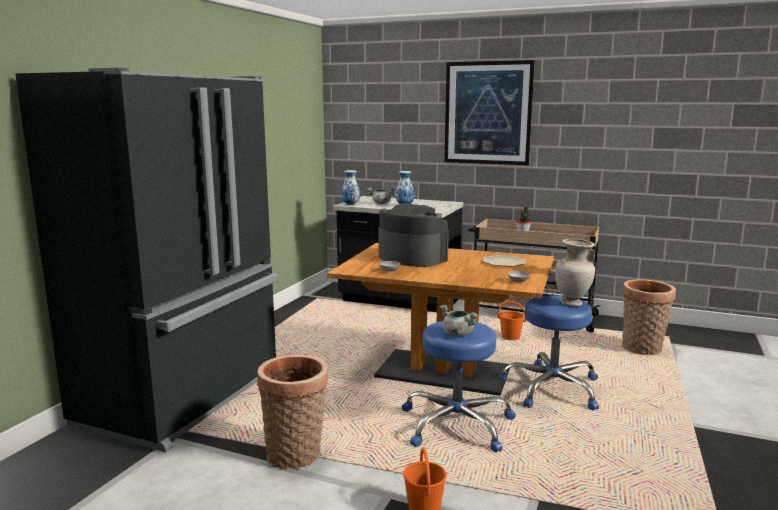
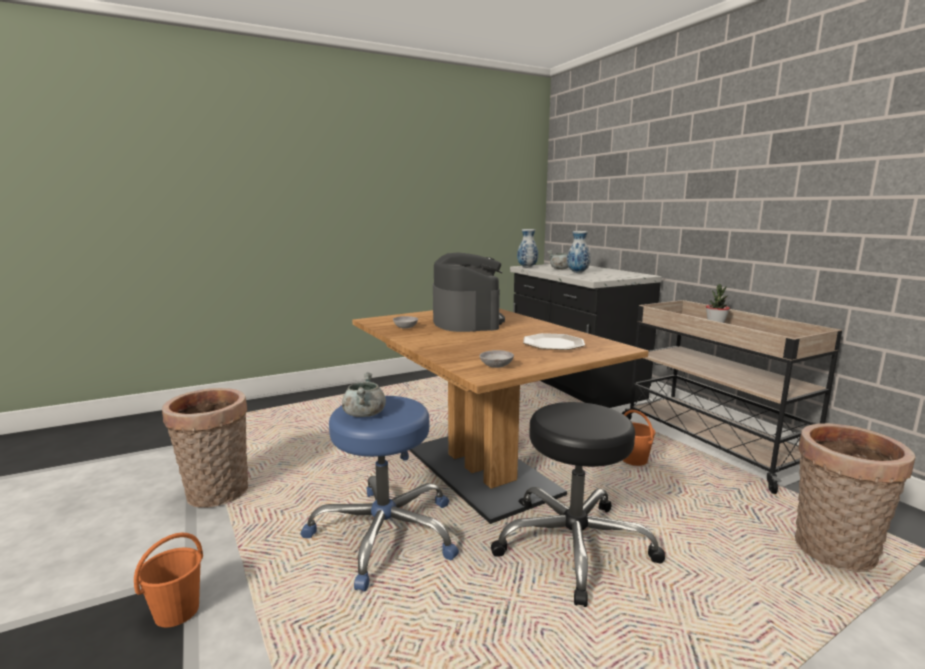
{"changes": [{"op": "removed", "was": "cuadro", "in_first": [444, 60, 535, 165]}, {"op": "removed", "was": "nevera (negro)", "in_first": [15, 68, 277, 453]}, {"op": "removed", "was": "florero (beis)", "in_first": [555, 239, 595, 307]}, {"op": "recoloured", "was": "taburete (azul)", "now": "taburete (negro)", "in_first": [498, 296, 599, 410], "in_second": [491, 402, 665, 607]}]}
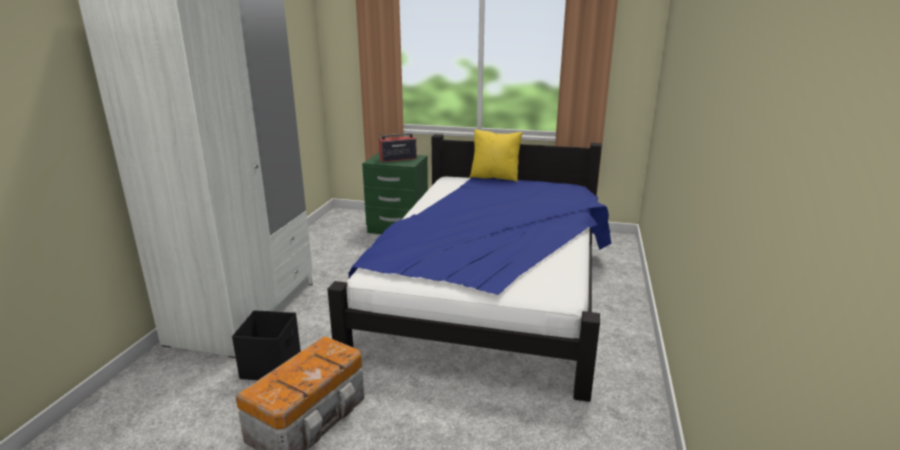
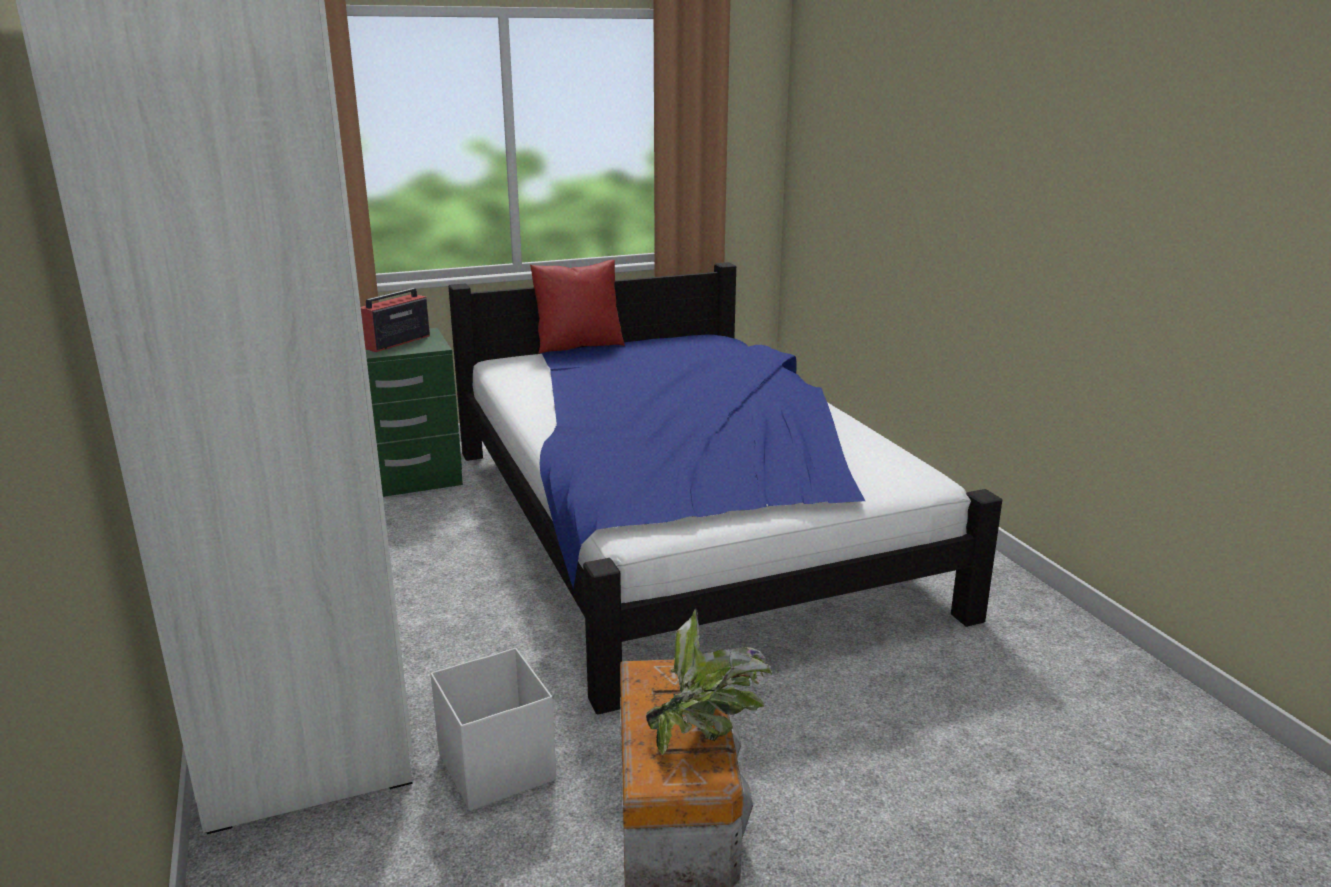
{"changes": [{"op": "recoloured", "was": "cojín (amarillo)", "now": "cojín (rojo)", "in_first": [469, 129, 522, 182], "in_second": [530, 260, 625, 354]}, {"op": "recoloured", "was": "caja de almacenaje (negro)", "now": "caja de almacenaje (blanco)", "in_first": [232, 310, 301, 380], "in_second": [430, 648, 557, 811]}, {"op": "added", "now": "planta en maceta", "in_second": [646, 608, 772, 756]}]}
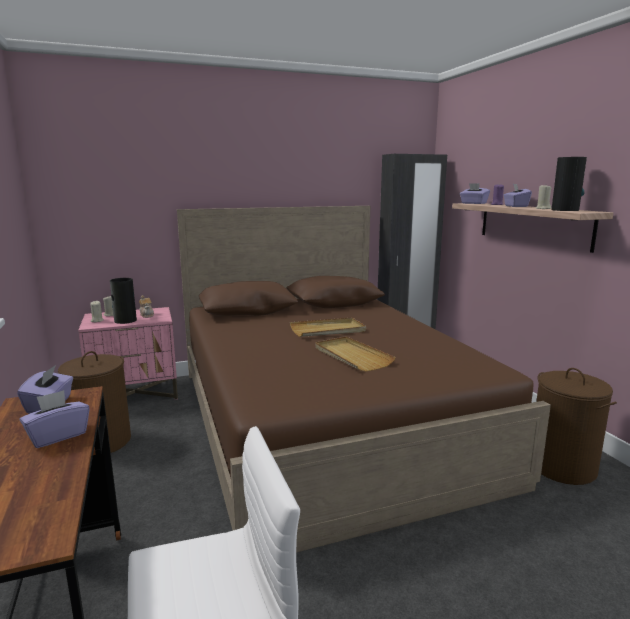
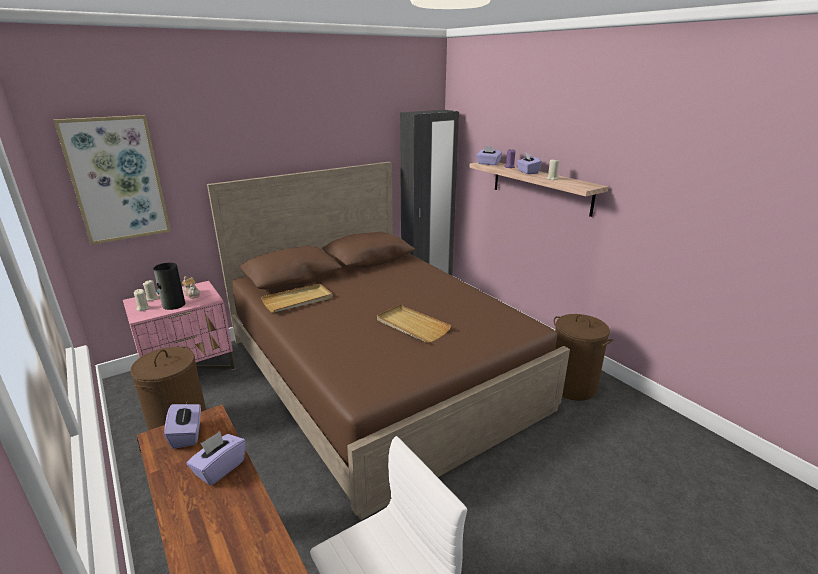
{"changes": [{"op": "removed", "was": "florero", "in_first": [551, 157, 587, 211]}, {"op": "moved", "was": "bandeja (beis)", "in_first": [290, 318, 366, 337], "in_second": [261, 283, 333, 312]}, {"op": "added", "now": "cuadro", "in_second": [54, 115, 171, 245]}]}
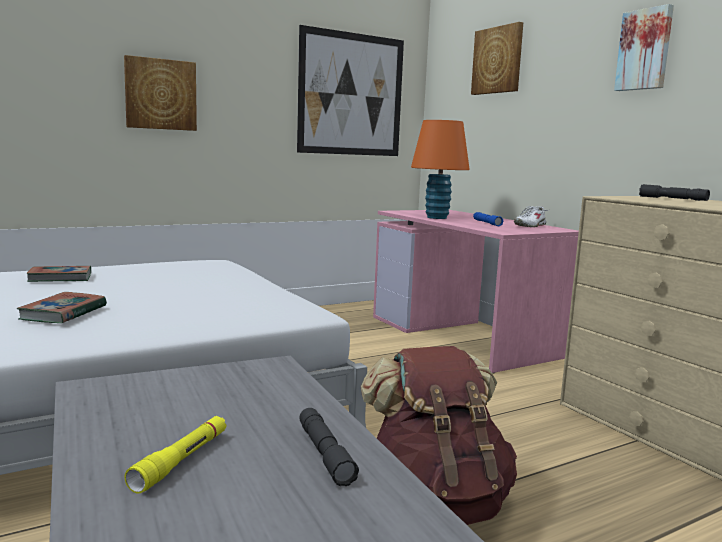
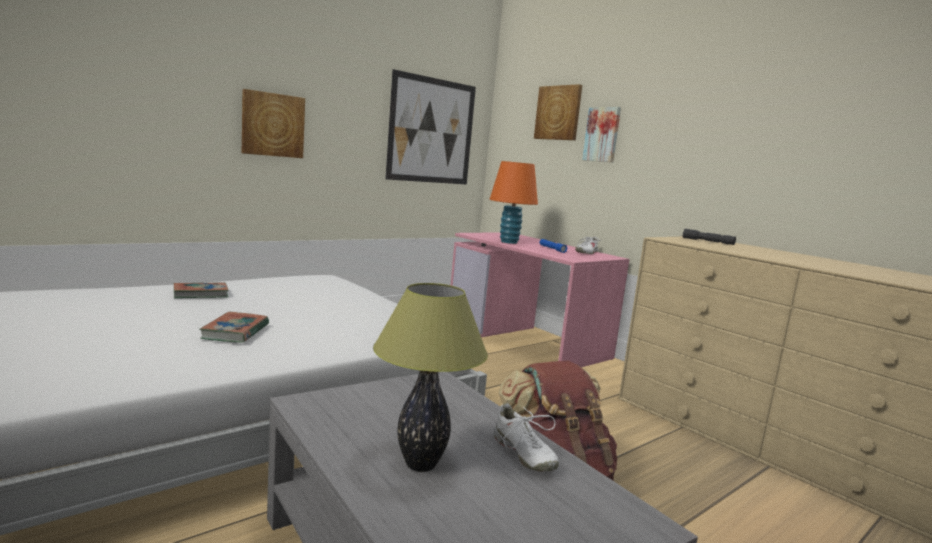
{"changes": [{"op": "moved", "was": "cuadro", "in_first": [614, 4, 674, 91], "in_second": [582, 107, 621, 162]}, {"op": "replaced", "was": "linterna (gris)", "now": "zapato (blanco)", "in_first": [299, 408, 359, 486], "in_second": [489, 403, 559, 472]}, {"op": "replaced", "was": "linterna (amarillo)", "now": "lámpara de mesa", "in_first": [125, 416, 226, 493], "in_second": [373, 283, 488, 472]}]}
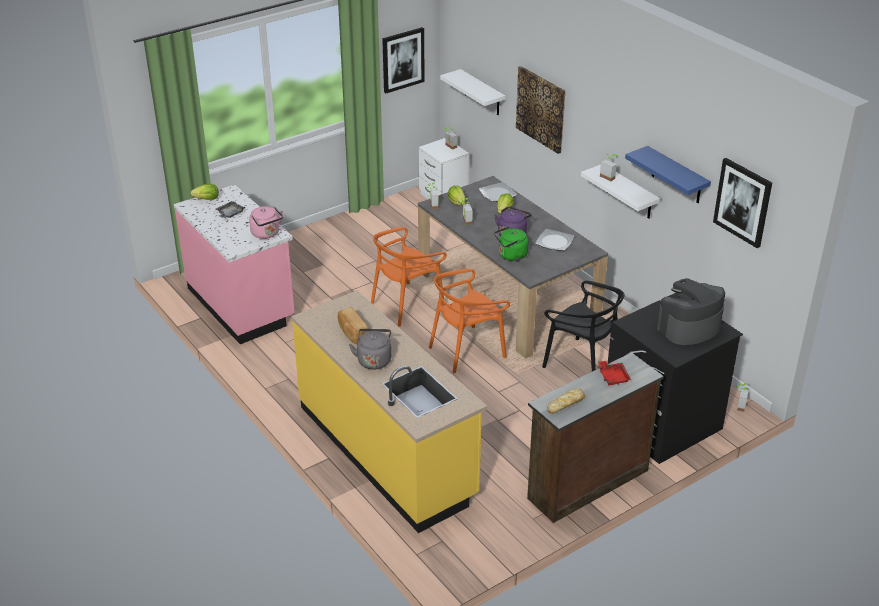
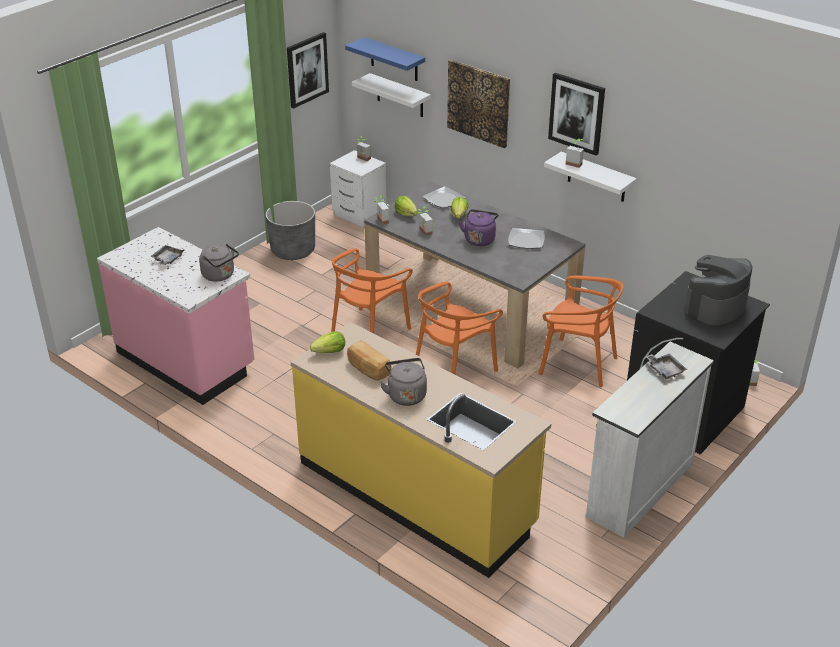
{"changes": [{"op": "moved", "was": "estante (azul)", "in_first": [625, 146, 711, 203], "in_second": [345, 37, 425, 81]}, {"op": "moved", "was": "cuadro", "in_first": [713, 158, 772, 248], "in_second": [548, 73, 605, 156]}, {"op": "moved", "was": "lechuga", "in_first": [190, 184, 219, 200], "in_second": [310, 331, 345, 353]}, {"op": "recoloured", "was": "hervidor (rosa)", "now": "hervidor (gris)", "in_first": [249, 206, 283, 239], "in_second": [199, 244, 239, 282]}, {"op": "removed", "was": "hervidor (verde)", "in_first": [494, 226, 528, 261]}, {"op": "recoloured", "was": "silla (negro)", "now": "silla (naranja)", "in_first": [542, 281, 624, 371], "in_second": [539, 276, 623, 387]}, {"op": "recoloured", "was": "cómoda (marrón)", "now": "cómoda (blanco)", "in_first": [527, 353, 664, 523], "in_second": [586, 342, 714, 538]}, {"op": "recoloured", "was": "bandeja (rojo)", "now": "bandeja (gris)", "in_first": [598, 361, 631, 385], "in_second": [645, 353, 687, 379]}, {"op": "removed", "was": "pan", "in_first": [547, 388, 585, 414]}, {"op": "added", "now": "maceta (gris)", "in_second": [266, 201, 315, 260]}]}
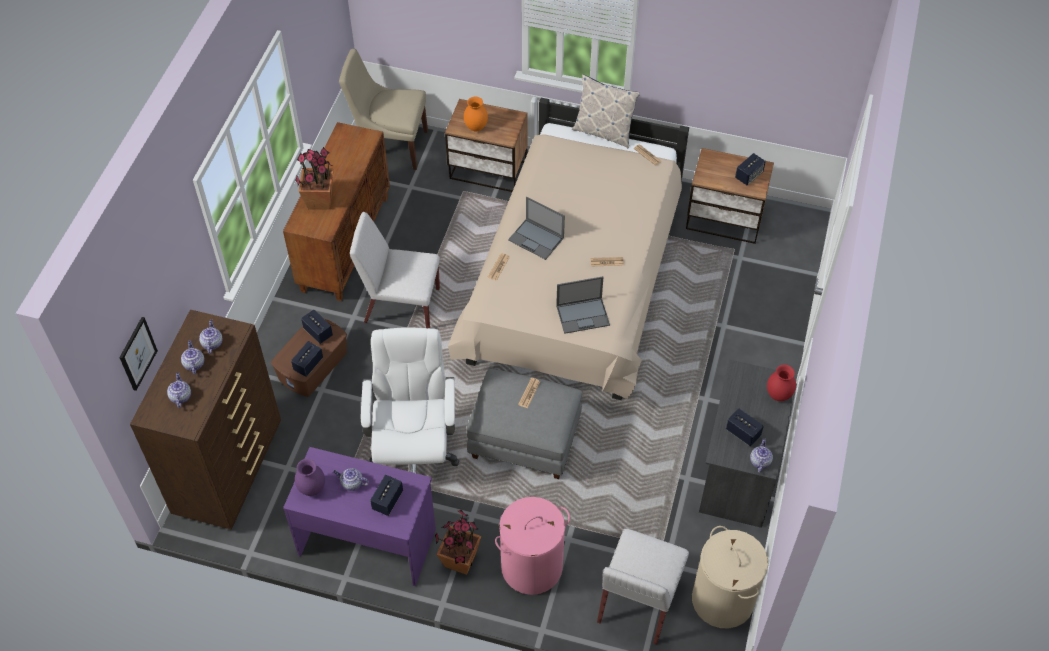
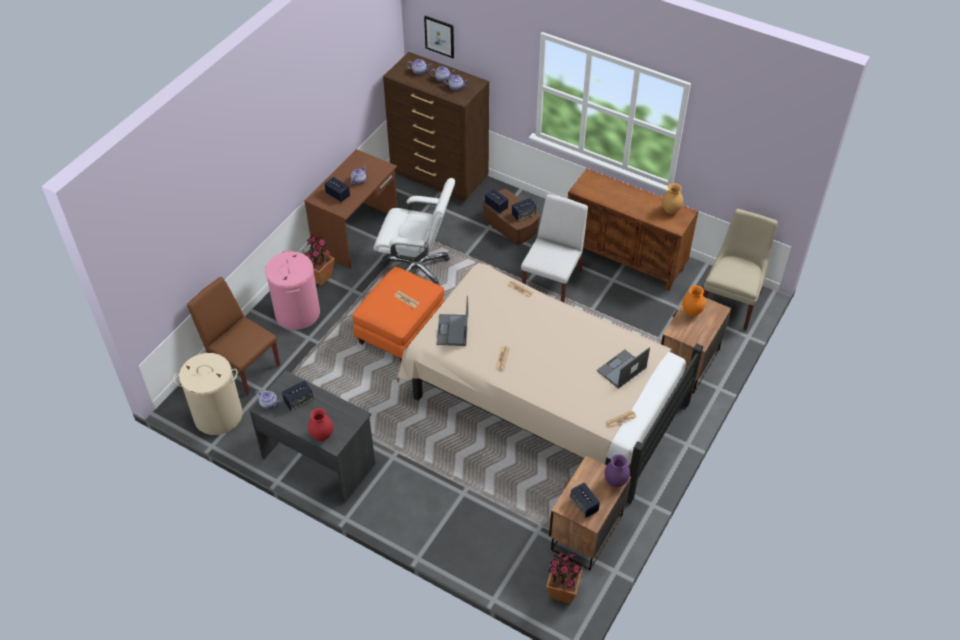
{"changes": [{"op": "removed", "was": "cojín", "in_first": [572, 74, 640, 148]}, {"op": "moved", "was": "planta en maceta", "in_first": [295, 147, 333, 210], "in_second": [546, 552, 586, 604]}, {"op": "moved", "was": "portátil", "in_first": [508, 197, 565, 260], "in_second": [597, 347, 650, 389]}, {"op": "recoloured", "was": "puf (gris)", "now": "puf (naranja)", "in_first": [467, 369, 582, 479], "in_second": [352, 266, 445, 361]}, {"op": "recoloured", "was": "escritorio (morado)", "now": "escritorio (marrón)", "in_first": [283, 447, 436, 586], "in_second": [304, 149, 398, 269]}, {"op": "moved", "was": "florero (morado)", "in_first": [295, 459, 325, 496], "in_second": [604, 454, 630, 487]}, {"op": "recoloured", "was": "silla (blanco)", "now": "silla (marrón)", "in_first": [597, 529, 689, 645], "in_second": [187, 277, 280, 395]}, {"op": "added", "now": "florero (marrón)", "in_second": [662, 183, 683, 214]}]}
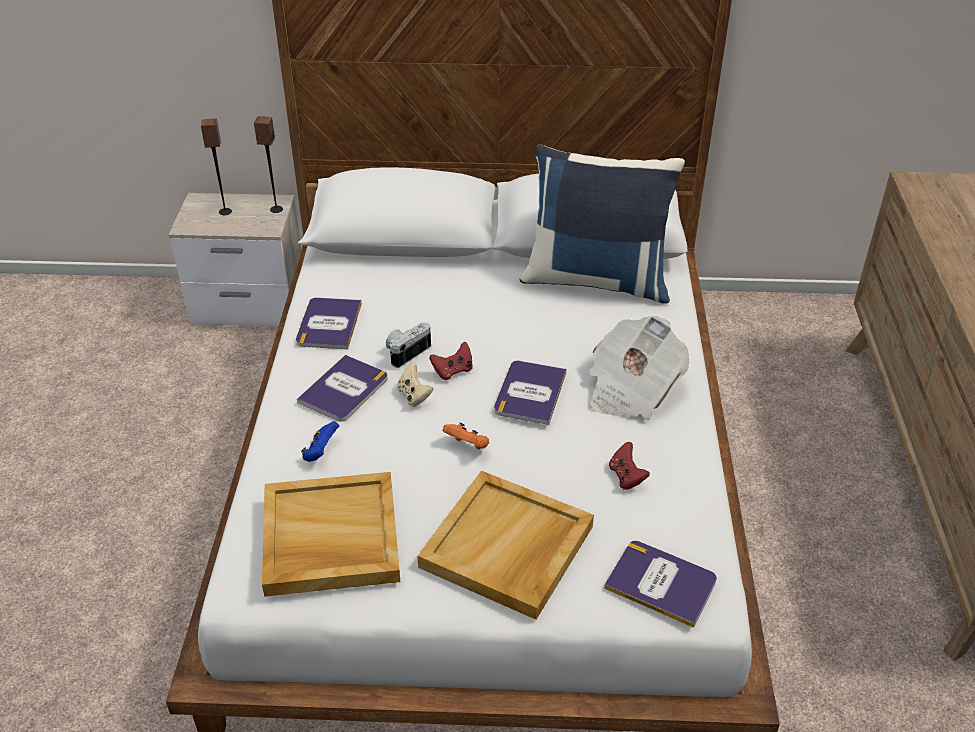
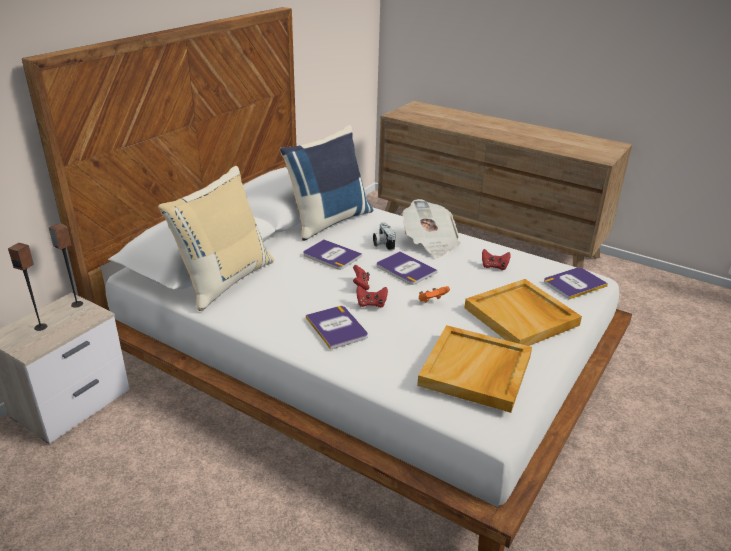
{"changes": [{"op": "moved", "was": "libro", "in_first": [296, 297, 362, 350], "in_second": [303, 239, 362, 270]}, {"op": "moved", "was": "cámara", "in_first": [386, 322, 431, 368], "in_second": [373, 222, 396, 250]}, {"op": "recoloured", "was": "mando de consola (beis)", "now": "mando de consola (rojo)", "in_first": [397, 363, 433, 407], "in_second": [356, 285, 388, 308]}, {"op": "removed", "was": "mando de consola (azul)", "in_first": [301, 421, 339, 462]}, {"op": "added", "now": "cojín (beis)", "in_second": [158, 166, 274, 311]}]}
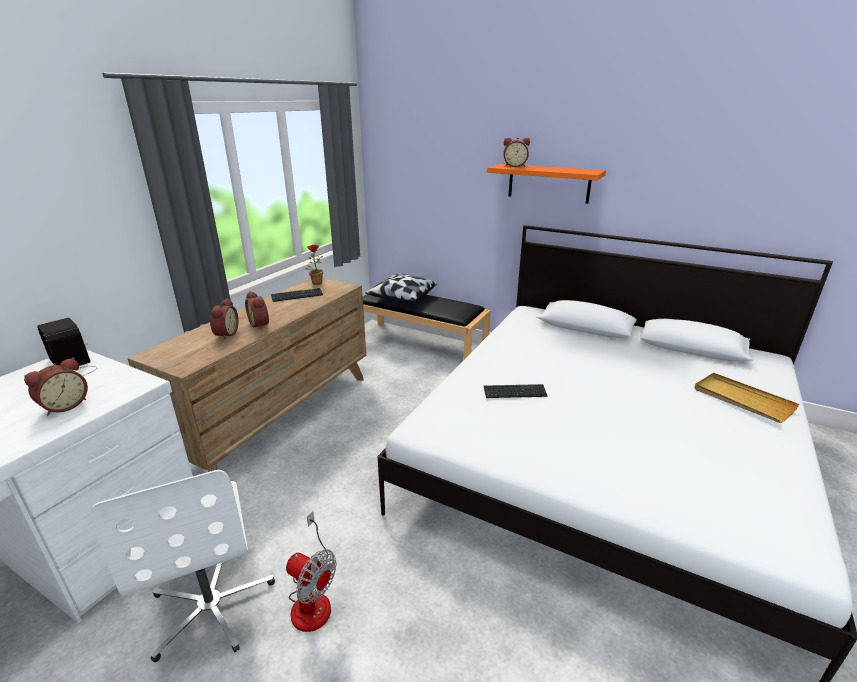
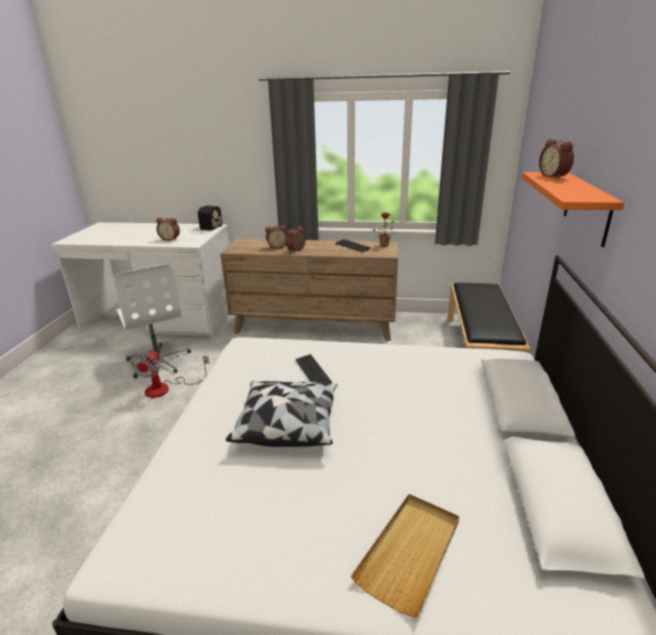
{"changes": [{"op": "moved", "was": "cojín", "in_first": [365, 274, 437, 303], "in_second": [226, 381, 338, 447]}, {"op": "turned", "was": "silla de oficina (blanco)", "in_first": [90, 470, 275, 662], "in_second": [114, 264, 191, 378], "clockwise": -75}]}
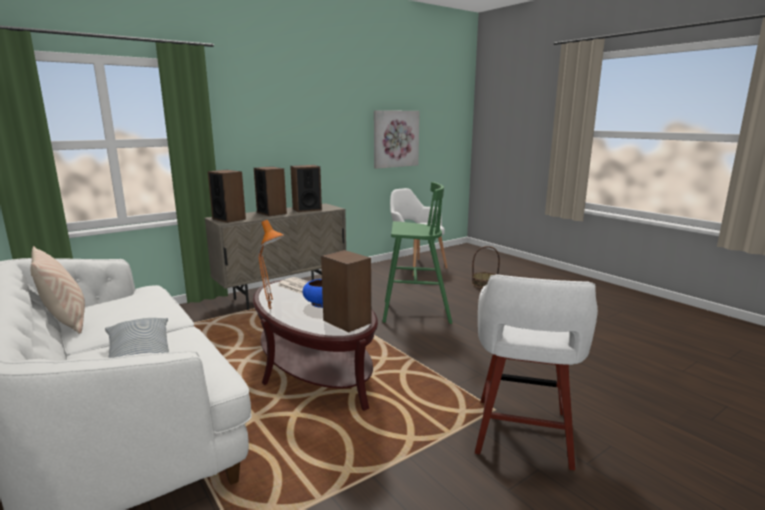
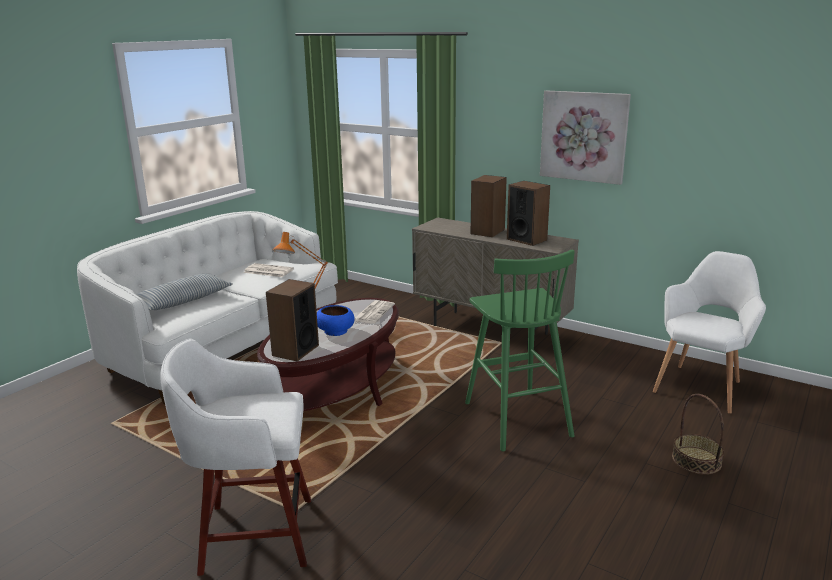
{"changes": [{"op": "moved", "was": "cuadro", "in_first": [374, 110, 420, 169], "in_second": [540, 91, 631, 185]}, {"op": "removed", "was": "altavoz", "in_first": [208, 170, 246, 223]}, {"op": "removed", "was": "cojín (beis)", "in_first": [30, 246, 85, 334]}, {"op": "added", "now": "periódico", "in_second": [244, 263, 294, 277]}]}
